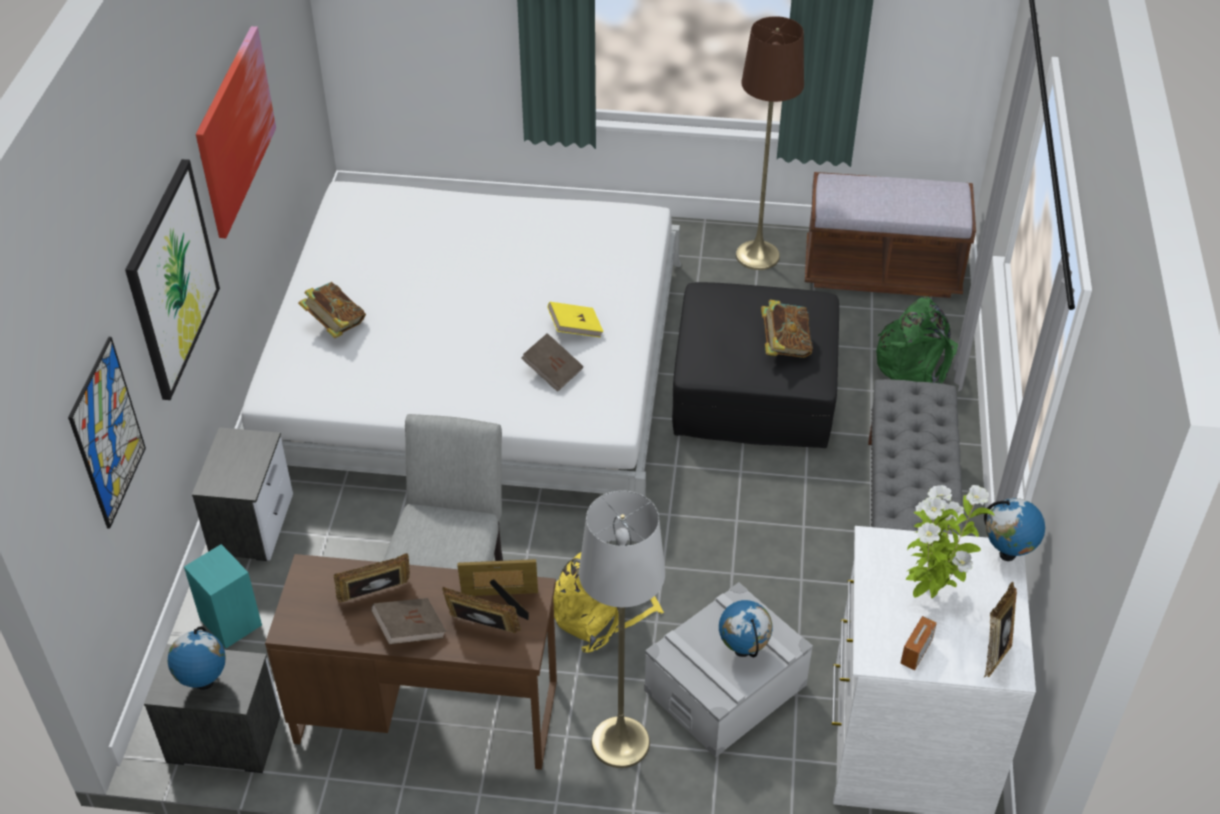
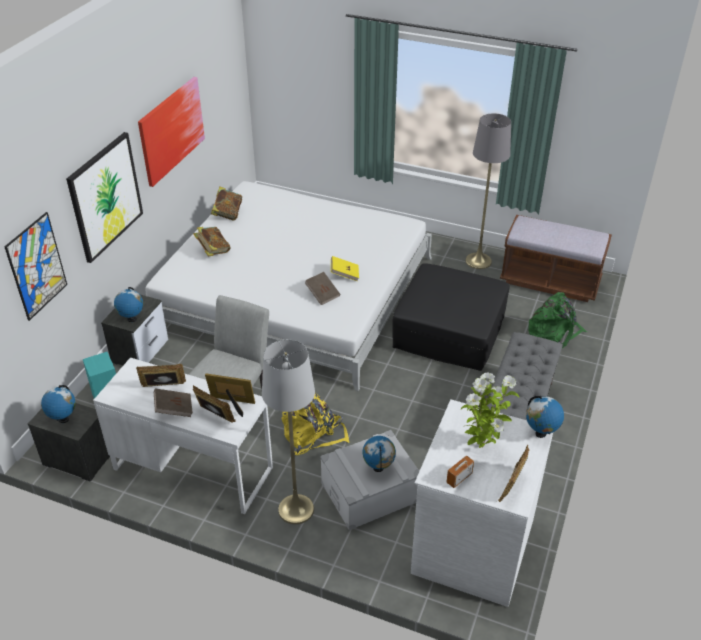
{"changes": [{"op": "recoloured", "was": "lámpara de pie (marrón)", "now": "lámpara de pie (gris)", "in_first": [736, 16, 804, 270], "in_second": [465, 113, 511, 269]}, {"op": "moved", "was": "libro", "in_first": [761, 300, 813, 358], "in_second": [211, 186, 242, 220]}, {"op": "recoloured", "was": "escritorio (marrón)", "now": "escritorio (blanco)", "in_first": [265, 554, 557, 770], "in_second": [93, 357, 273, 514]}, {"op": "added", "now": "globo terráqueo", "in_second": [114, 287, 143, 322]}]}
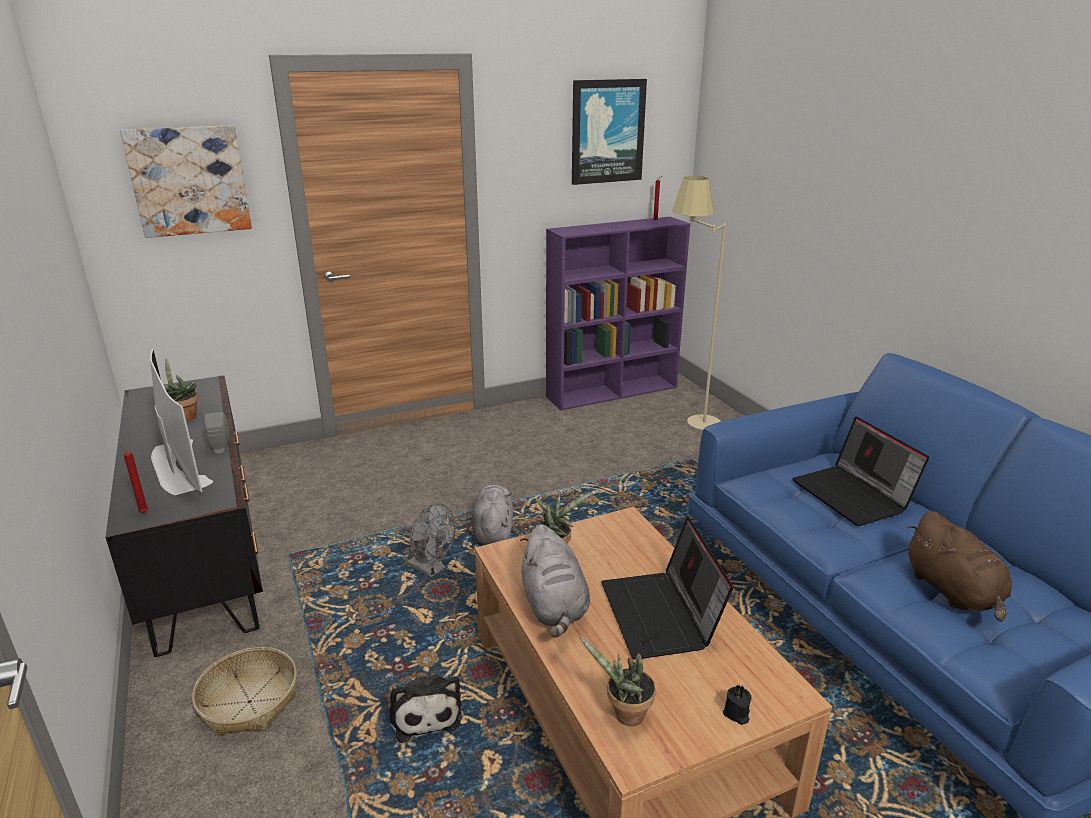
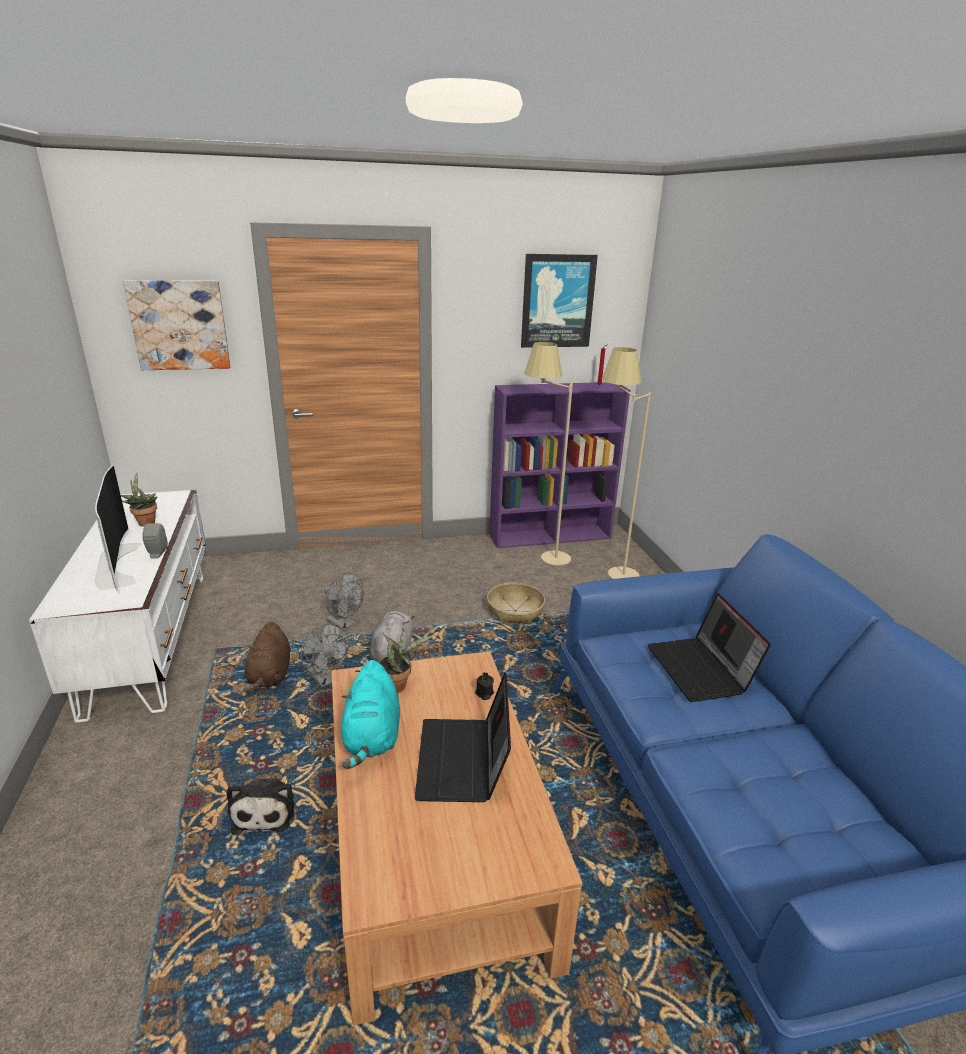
{"changes": [{"op": "recoloured", "was": "mueble de televisión (negro)", "now": "mueble de televisión (blanco)", "in_first": [106, 375, 263, 657], "in_second": [29, 490, 206, 723]}, {"op": "removed", "was": "vela (rojo)", "in_first": [120, 445, 148, 513]}, {"op": "moved", "was": "peluche (marrón)", "in_first": [907, 511, 1012, 622], "in_second": [243, 622, 291, 693]}, {"op": "recoloured", "was": "peluche (gris)", "now": "peluche (turquesa)", "in_first": [520, 524, 590, 638], "in_second": [341, 660, 400, 769]}, {"op": "removed", "was": "planta en maceta", "in_first": [579, 636, 656, 726]}, {"op": "moved", "was": "cesta", "in_first": [192, 647, 297, 736], "in_second": [487, 583, 545, 624]}, {"op": "moved", "was": "vela (negro)", "in_first": [723, 685, 751, 725], "in_second": [475, 672, 494, 700]}, {"op": "added", "now": "lámpara de pie (beis)", "in_second": [524, 342, 573, 566]}, {"op": "added", "now": "ventilador (gris)", "in_second": [324, 572, 364, 631]}]}
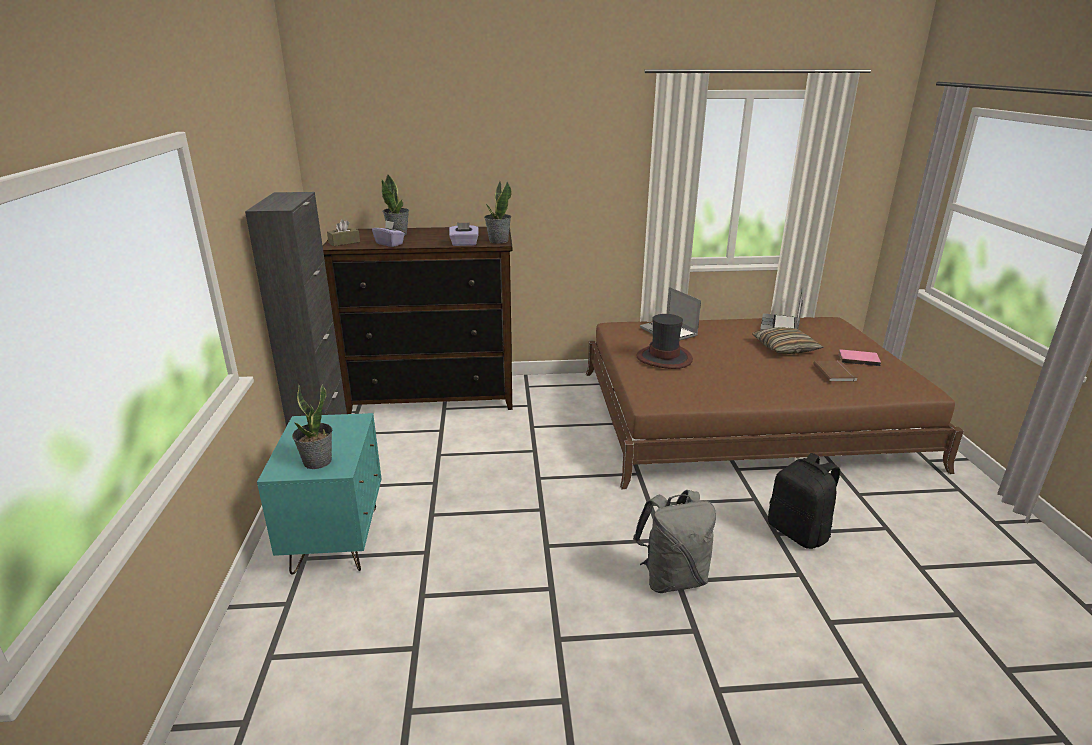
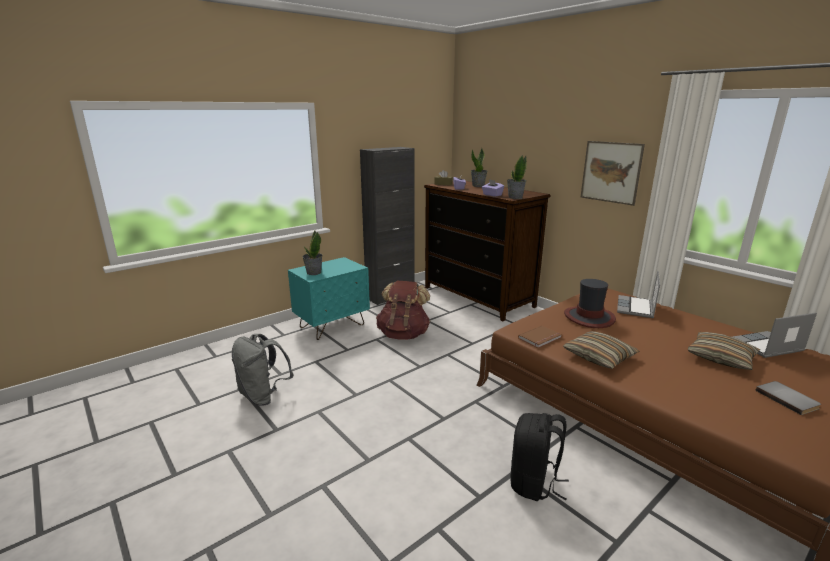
{"changes": [{"op": "recoloured", "was": "libro (rosa)", "now": "libro (gris)", "in_first": [838, 349, 881, 366], "in_second": [755, 381, 821, 415]}, {"op": "moved", "was": "libro (marrón)", "in_first": [813, 361, 858, 382], "in_second": [518, 326, 562, 348]}, {"op": "moved", "was": "mochila (gris)", "in_first": [633, 490, 716, 593], "in_second": [232, 334, 294, 405]}, {"op": "added", "now": "cuadro", "in_second": [581, 141, 645, 206]}, {"op": "added", "now": "mochila (marrón)", "in_second": [376, 281, 430, 340]}, {"op": "added", "now": "cojín", "in_second": [563, 331, 640, 369]}]}
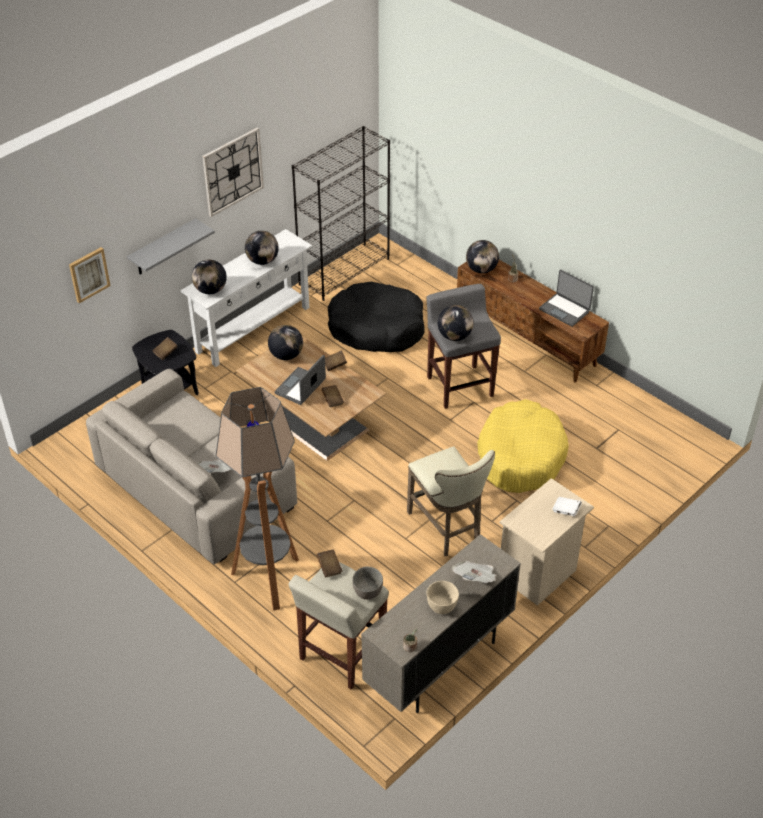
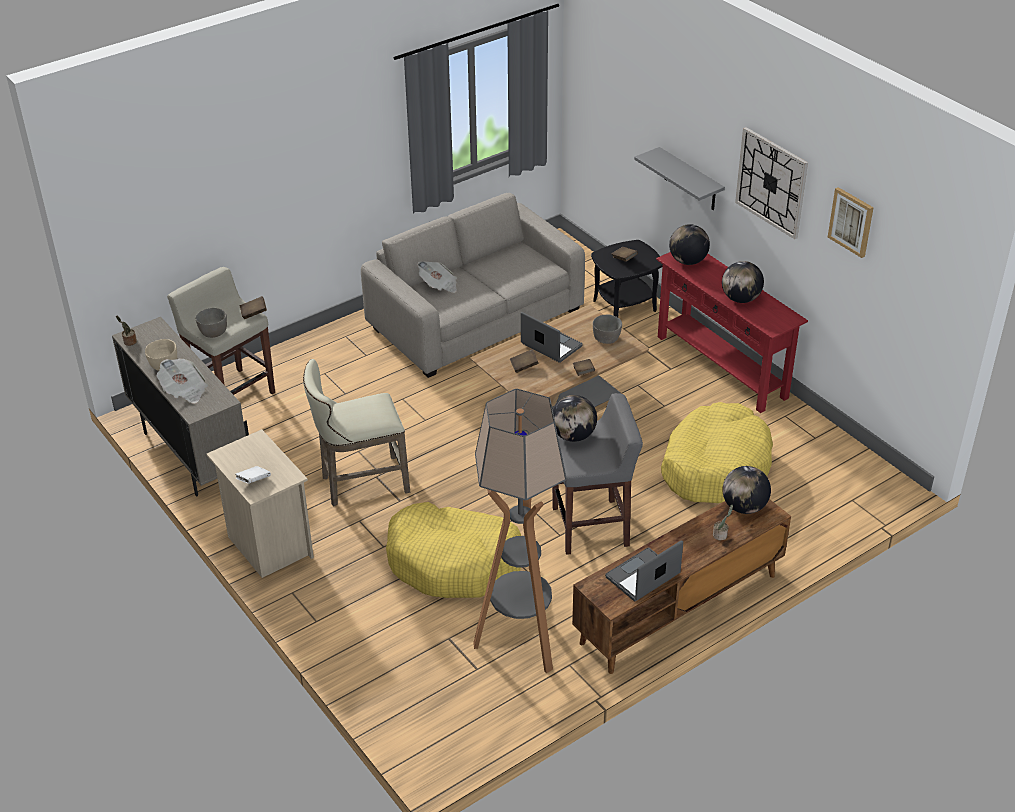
{"changes": [{"op": "removed", "was": "estantería (negro)", "in_first": [292, 126, 390, 301]}, {"op": "recoloured", "was": "mesa consola (blanco)", "now": "mesa consola (rojo)", "in_first": [180, 229, 312, 367], "in_second": [656, 252, 808, 413]}, {"op": "moved", "was": "cuadro", "in_first": [69, 247, 111, 303], "in_second": [828, 187, 874, 258]}, {"op": "recoloured", "was": "cama para perro (negro)", "now": "cama para perro (amarillo)", "in_first": [328, 282, 425, 352], "in_second": [661, 402, 773, 503]}, {"op": "replaced", "was": "globo terráqueo", "now": "cuenco (gris)", "in_first": [268, 325, 303, 360], "in_second": [593, 315, 622, 344]}, {"op": "moved", "was": "lámpara de pie", "in_first": [215, 387, 299, 611], "in_second": [473, 389, 567, 673]}]}
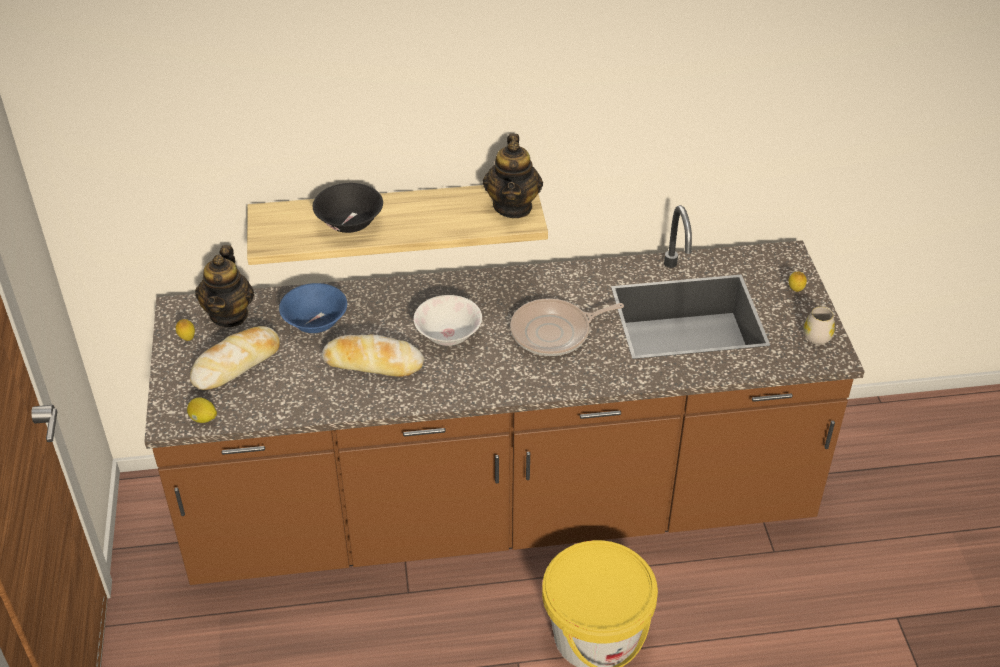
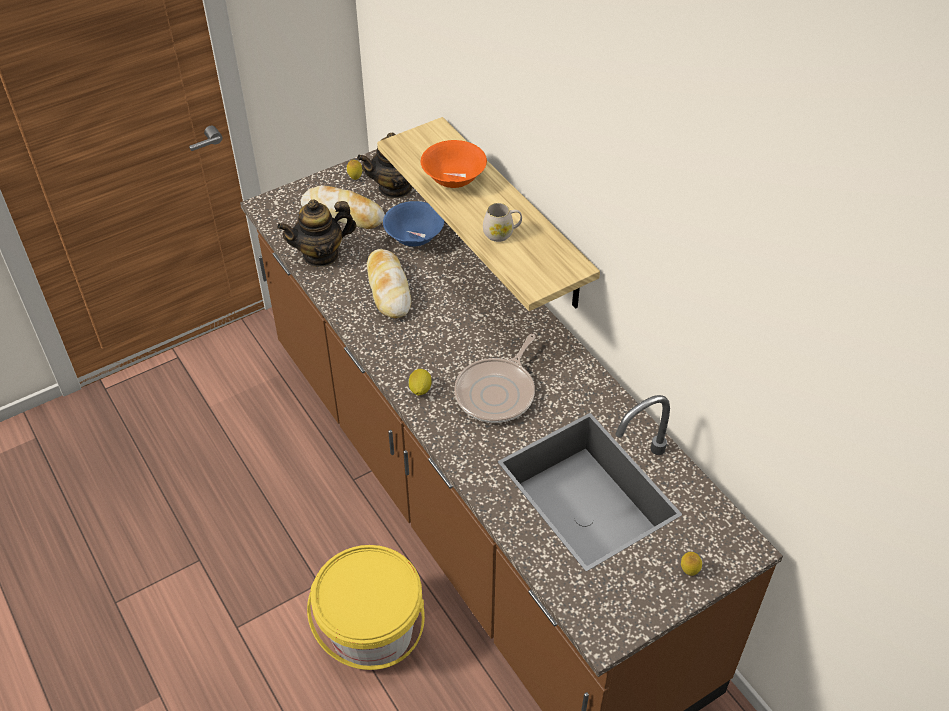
{"changes": [{"op": "moved", "was": "tetera", "in_first": [483, 134, 543, 218], "in_second": [277, 200, 356, 267]}, {"op": "recoloured", "was": "cuenco (negro)", "now": "cuenco (naranja)", "in_first": [312, 183, 383, 233], "in_second": [421, 140, 487, 188]}, {"op": "removed", "was": "cuenco (blanco)", "in_first": [414, 295, 482, 346]}, {"op": "turned", "was": "sartén", "in_first": [510, 298, 624, 356], "in_second": [454, 334, 536, 423], "clockwise": -105}, {"op": "moved", "was": "taza grande (blanco)", "in_first": [803, 304, 835, 345], "in_second": [483, 203, 522, 242]}, {"op": "moved", "was": "limón", "in_first": [187, 397, 217, 423], "in_second": [408, 369, 432, 396]}]}
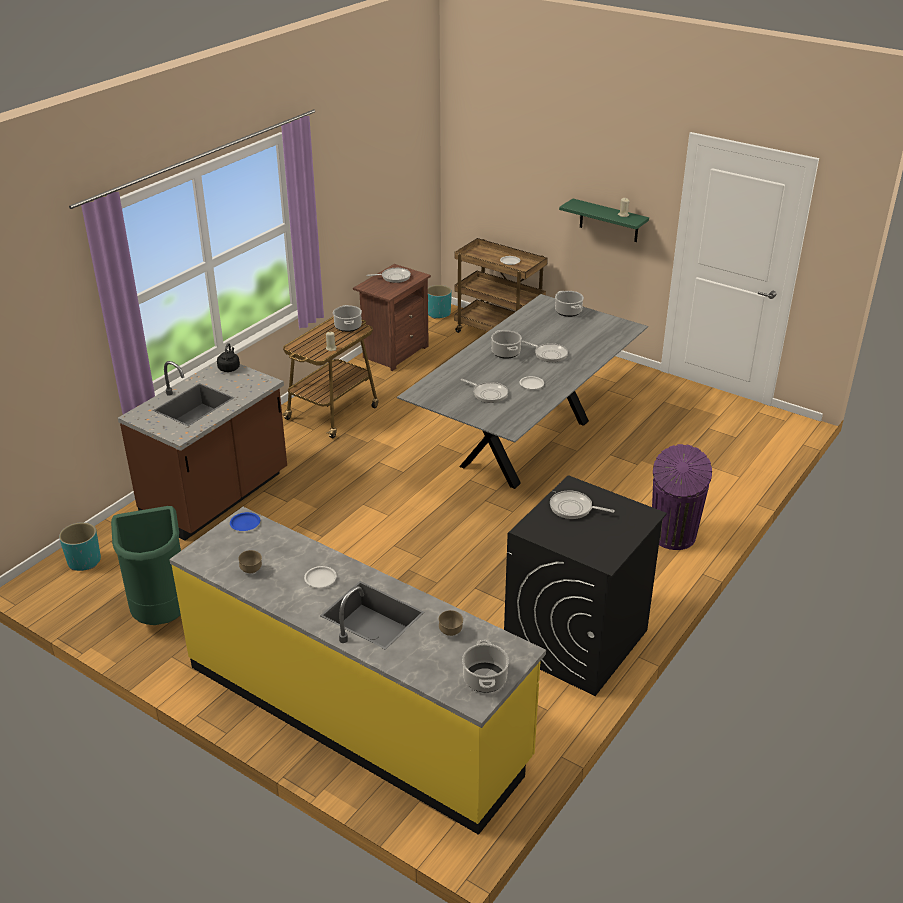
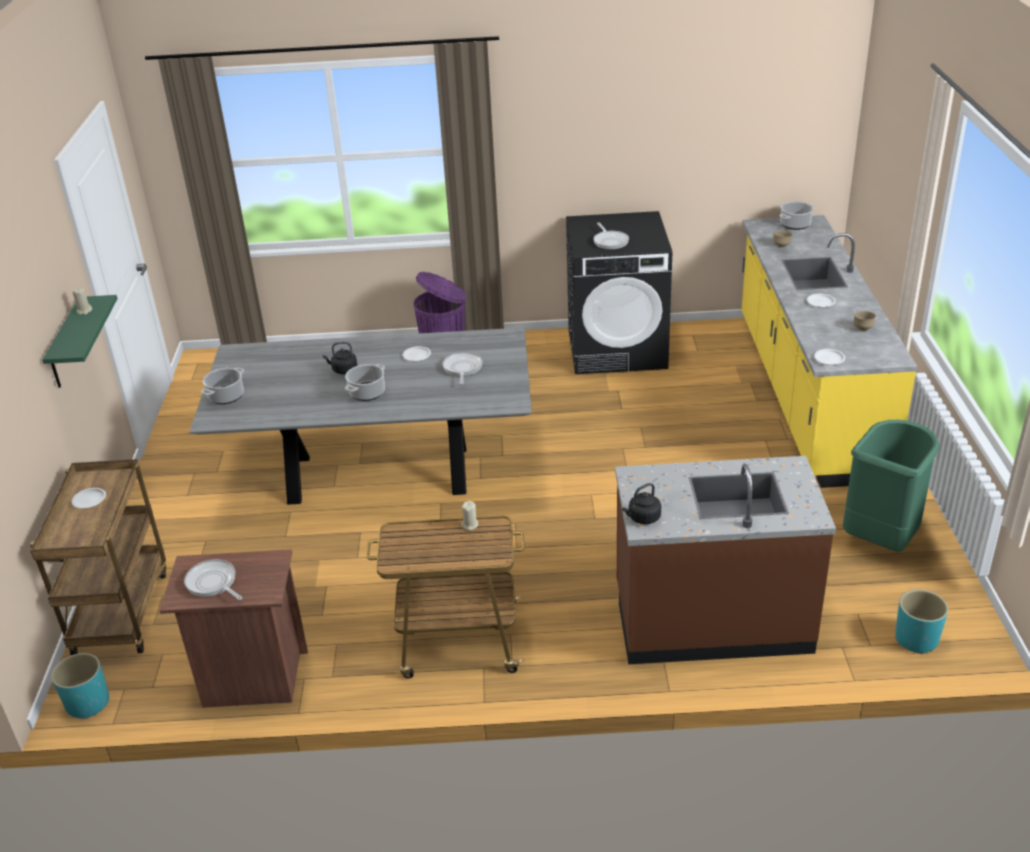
{"changes": [{"op": "removed", "was": "olla", "in_first": [333, 305, 362, 332]}, {"op": "replaced", "was": "sartén", "now": "hervidor (negro)", "in_first": [522, 341, 568, 362], "in_second": [323, 342, 357, 374]}, {"op": "recoloured", "was": "plato (azul)", "now": "plato (blanco)", "in_first": [230, 512, 260, 531], "in_second": [814, 349, 845, 365]}]}
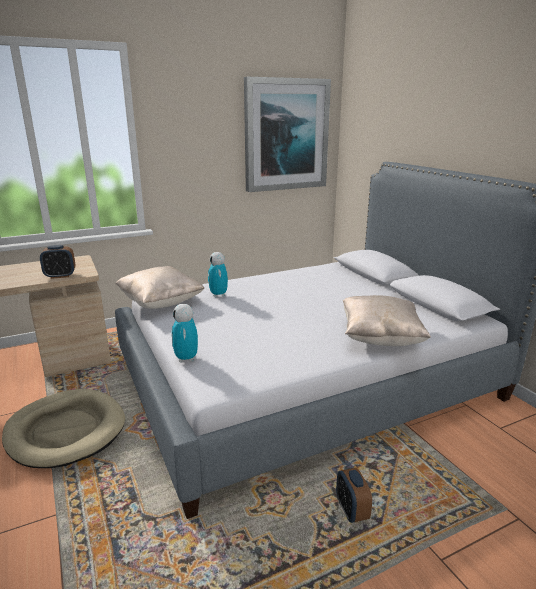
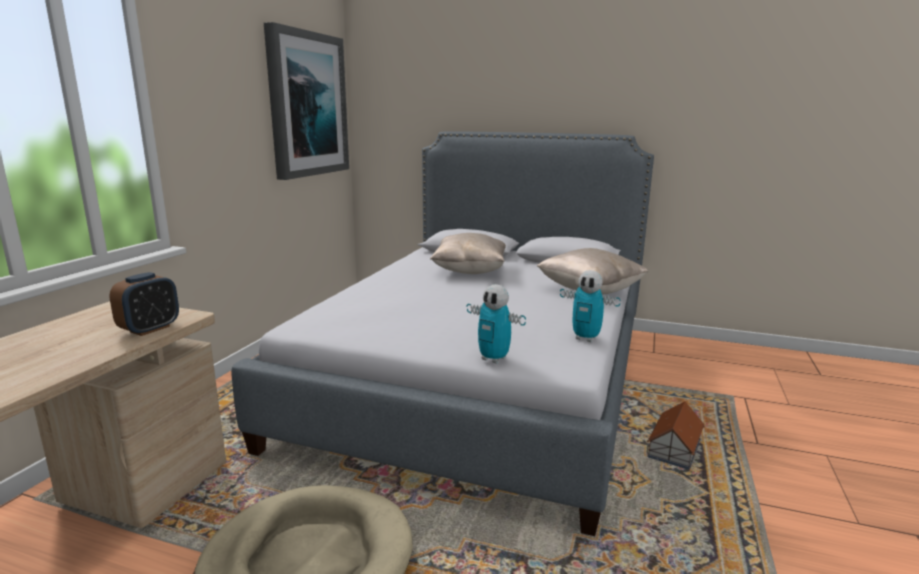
{"changes": [{"op": "moved", "was": "robot de juguete", "in_first": [208, 252, 228, 297], "in_second": [560, 270, 621, 342]}, {"op": "moved", "was": "cojín (beis)", "in_first": [115, 266, 204, 309], "in_second": [430, 233, 506, 274]}, {"op": "replaced", "was": "despertador", "now": "casita", "in_first": [336, 468, 372, 523], "in_second": [647, 401, 705, 470]}]}
